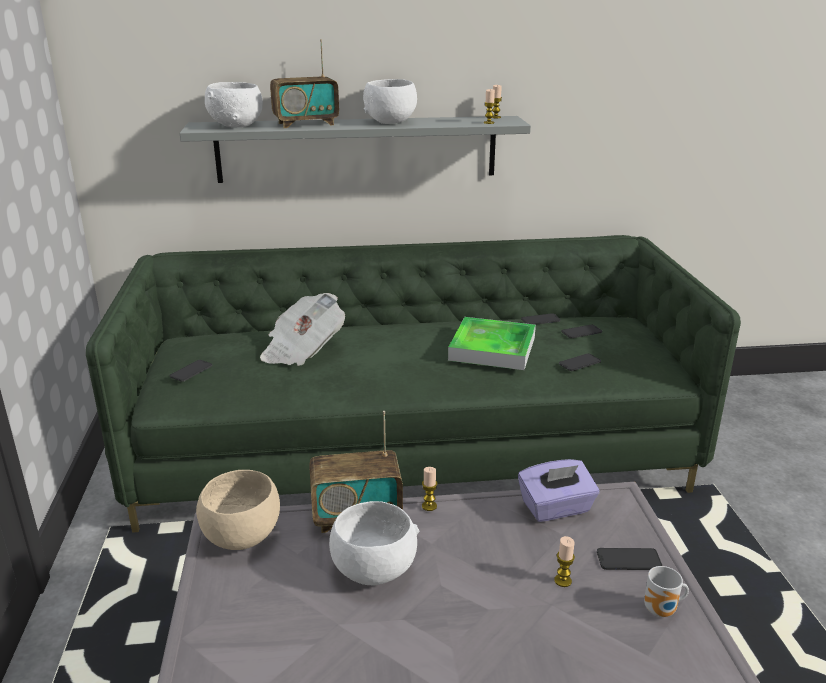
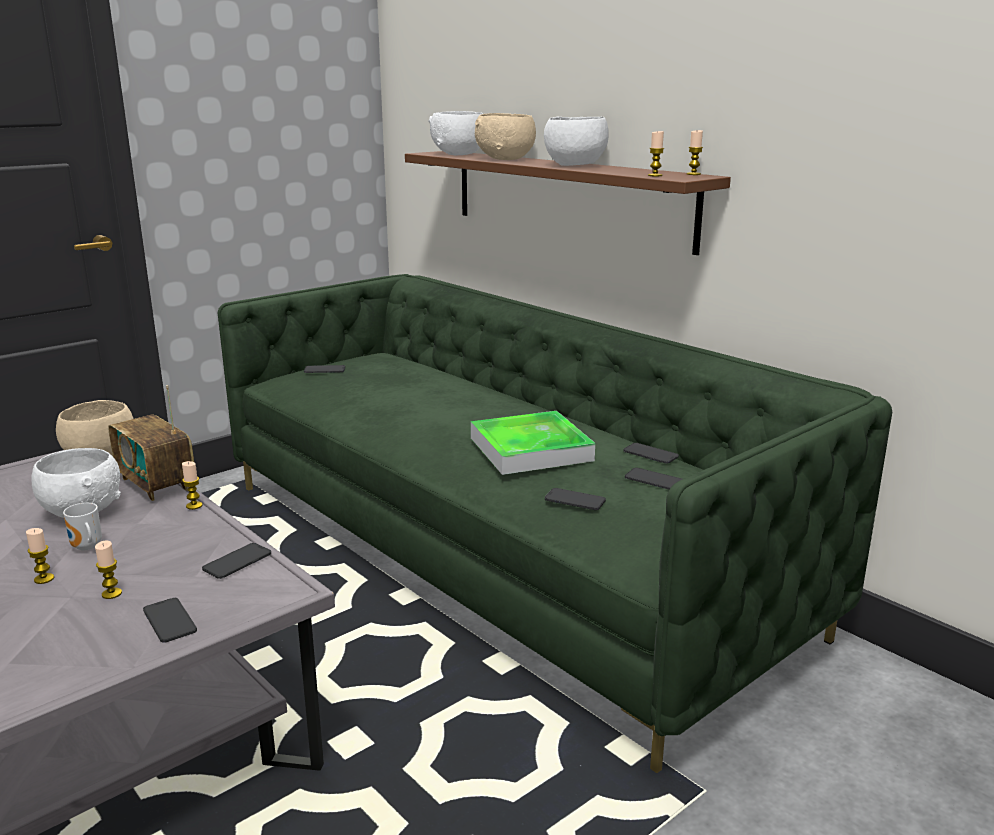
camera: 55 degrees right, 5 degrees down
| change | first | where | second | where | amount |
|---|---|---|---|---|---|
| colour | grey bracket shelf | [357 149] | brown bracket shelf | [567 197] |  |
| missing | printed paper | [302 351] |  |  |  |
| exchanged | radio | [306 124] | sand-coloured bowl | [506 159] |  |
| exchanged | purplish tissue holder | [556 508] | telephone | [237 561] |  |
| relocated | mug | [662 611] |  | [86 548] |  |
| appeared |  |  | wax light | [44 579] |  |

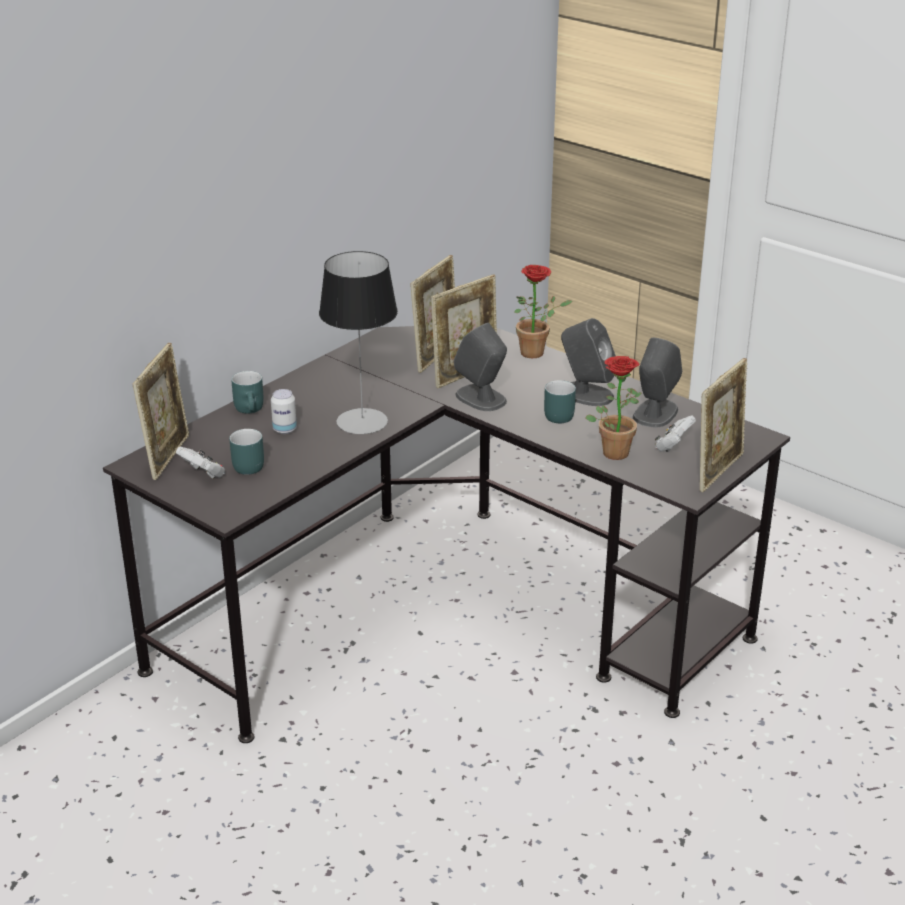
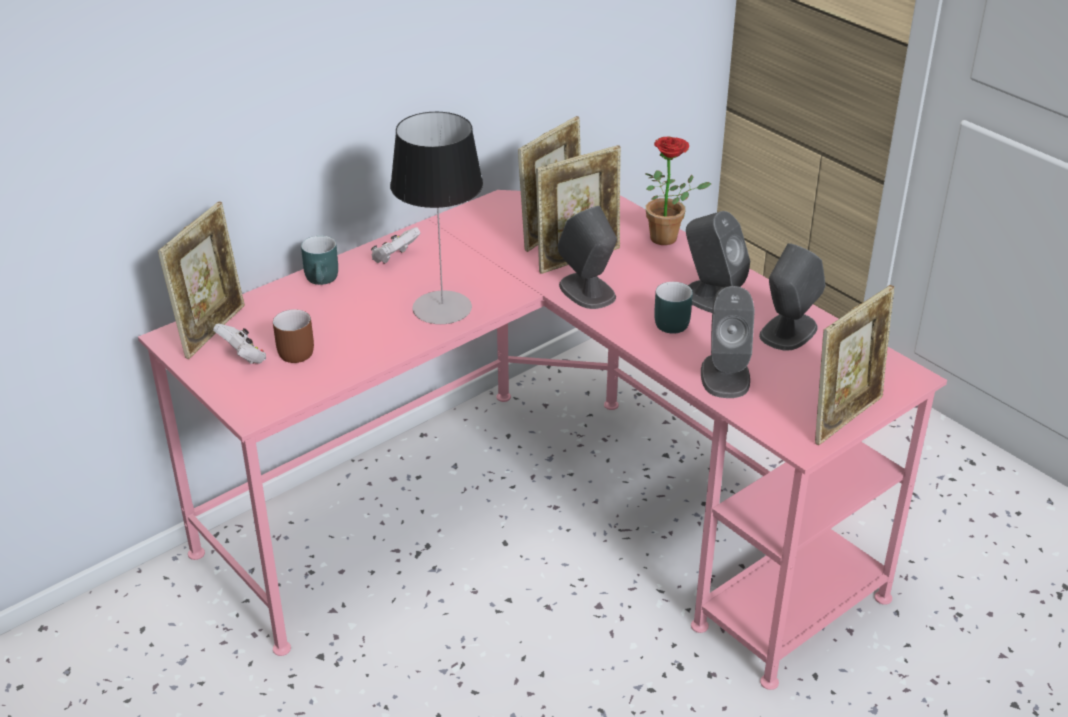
camera: 10 degrees right, 5 degrees up
| change | first | where | second | where | amount |
|---|---|---|---|---|---|
| colour | black desk | [446 612] | pinkish desk | [540 520] |  |
| colour | turquoise mug | [246 464] | brown mug | [294 350] |  |
| missing | sealed can | [284 429] |  |  |  |
| exchanged | plant in a pot | [613 450] | grey audio speaker | [725 375] |  |
| relocated | white-coloured gamepad | [673 446] |  | [395 258] |  |

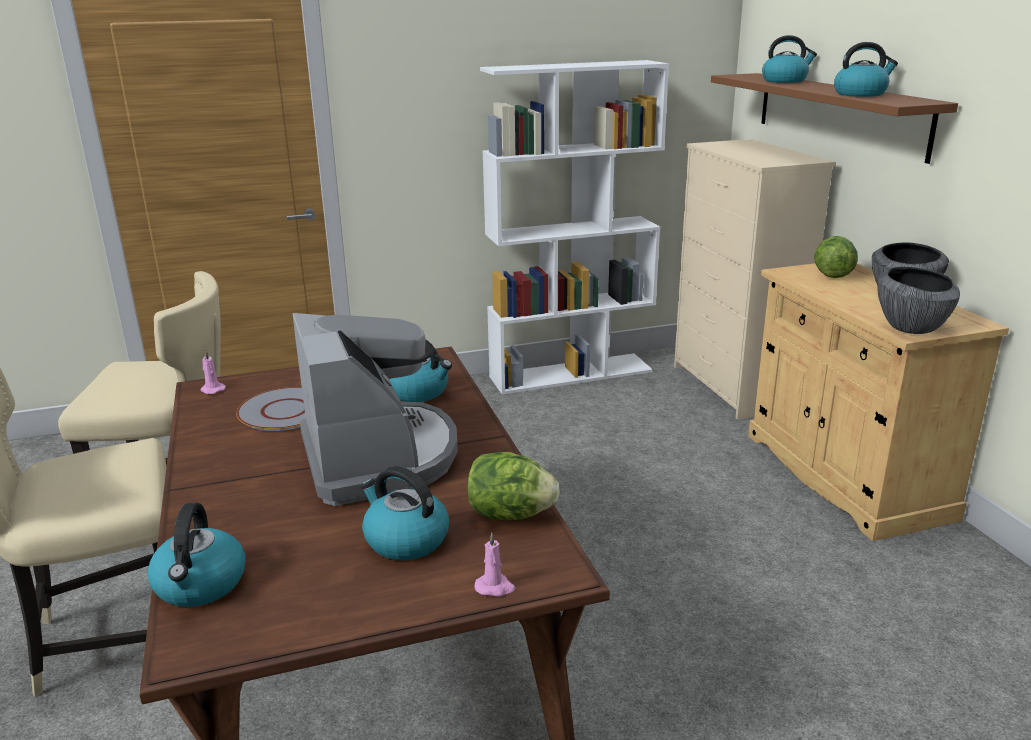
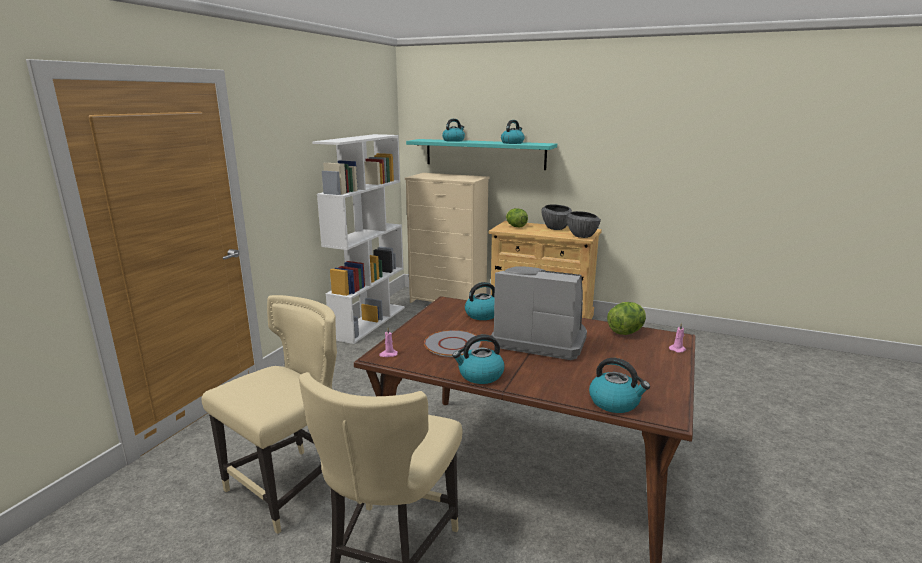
camera: 50 degrees left, 5 degrees down
| change | first | where | second | where | amount |
|---|---|---|---|---|---|
| relocated | tea kettle | [405 540] |  | [480 375] |  |
| colour | brown bracket shelf | [838 113] | turquoise bracket shelf | [484 154] |  |

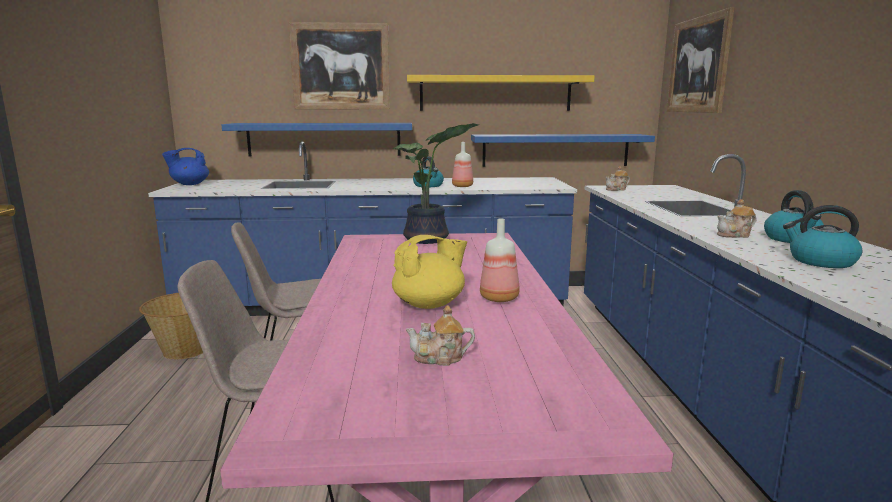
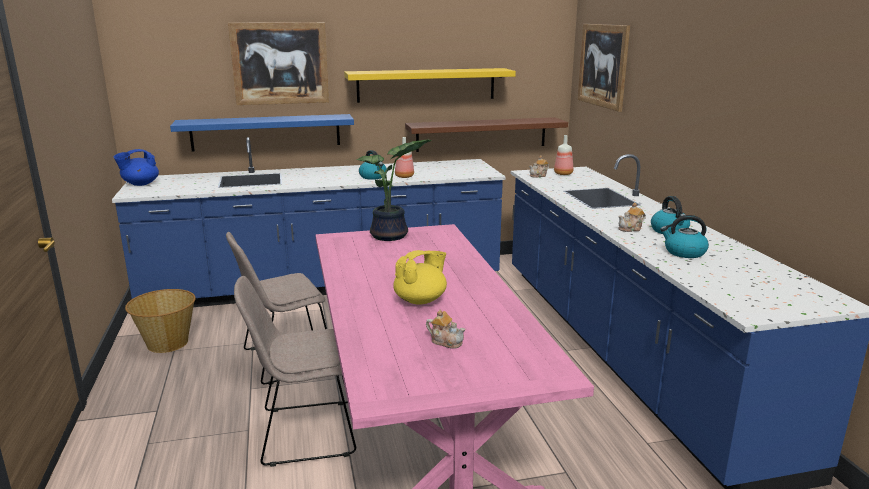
camera: 10 degrees left, 5 degrees up
| change | first | where | second | where | amount |
|---|---|---|---|---|---|
| spun | teapot | [440 358] |  | [446 341] | 135 degrees counterclockwise |
| colour | bluish bracket shelf | [555 150] | brown bracket shelf | [481 134] |  |
| relocated | drink bottle | [500 298] |  | [563 174] |  |

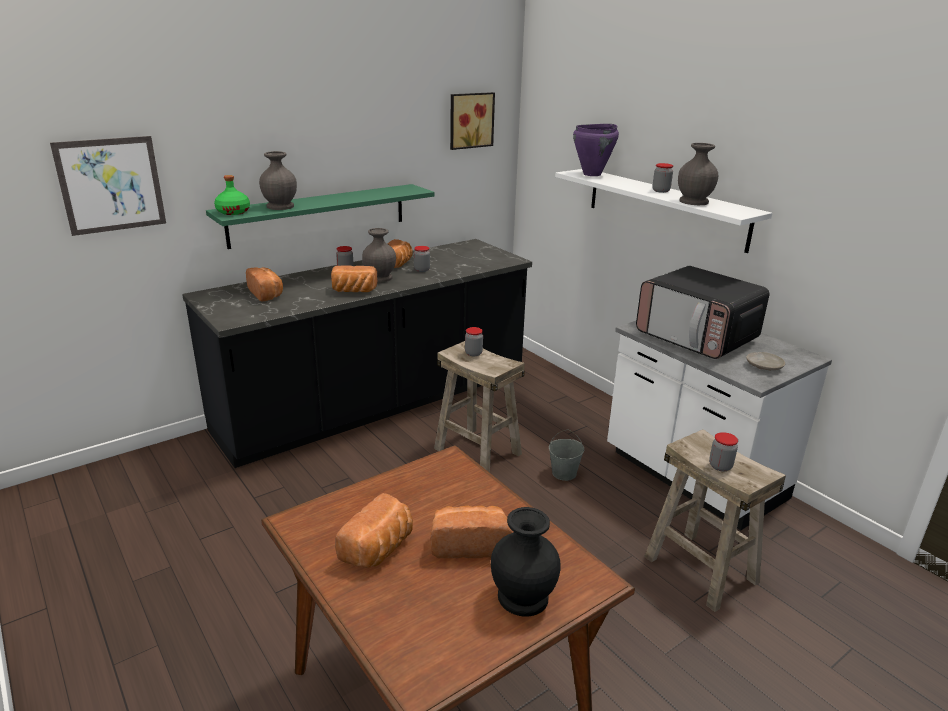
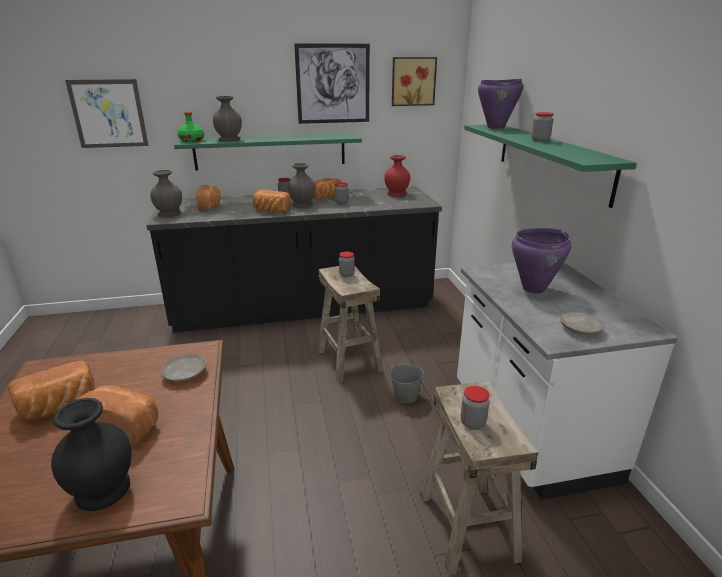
camera: 25 degrees right, 0 degrees up
| change | first | where | second | where | amount |
|---|---|---|---|---|---|
| colour | white-coloured bracket shelf | [665 208] | green bracket shelf | [551 160] |  |
| exchanged | microwave | [697 337] | purplish stockpot | [534 289] |  |
| relocated | grey vase | [693 202] |  | [169 214] |  |
| appeared |  |  | sand-coloured dinner plate | [184 374] |  |
| appeared |  |  | wall picture | [333 84] |  |
| appeared |  |  | reddish vase | [396 193] |  |

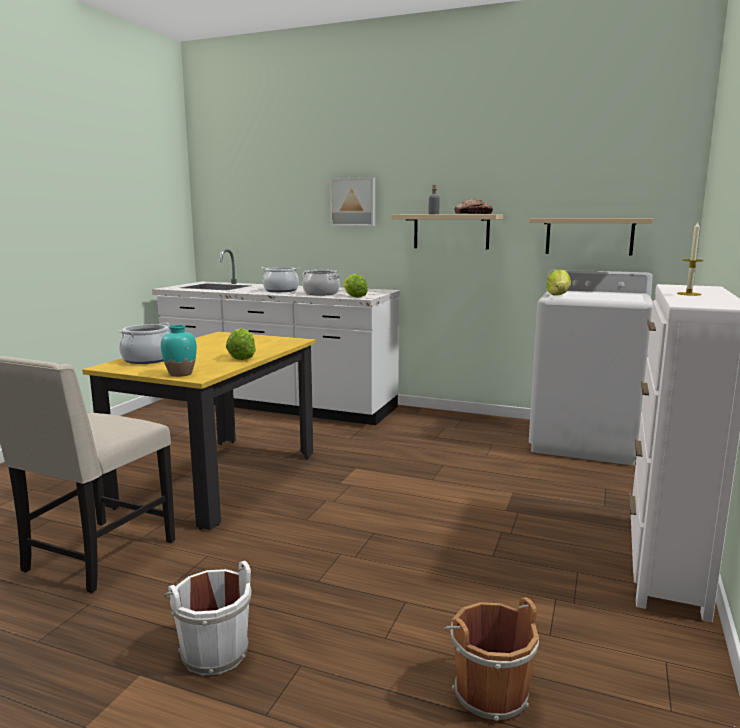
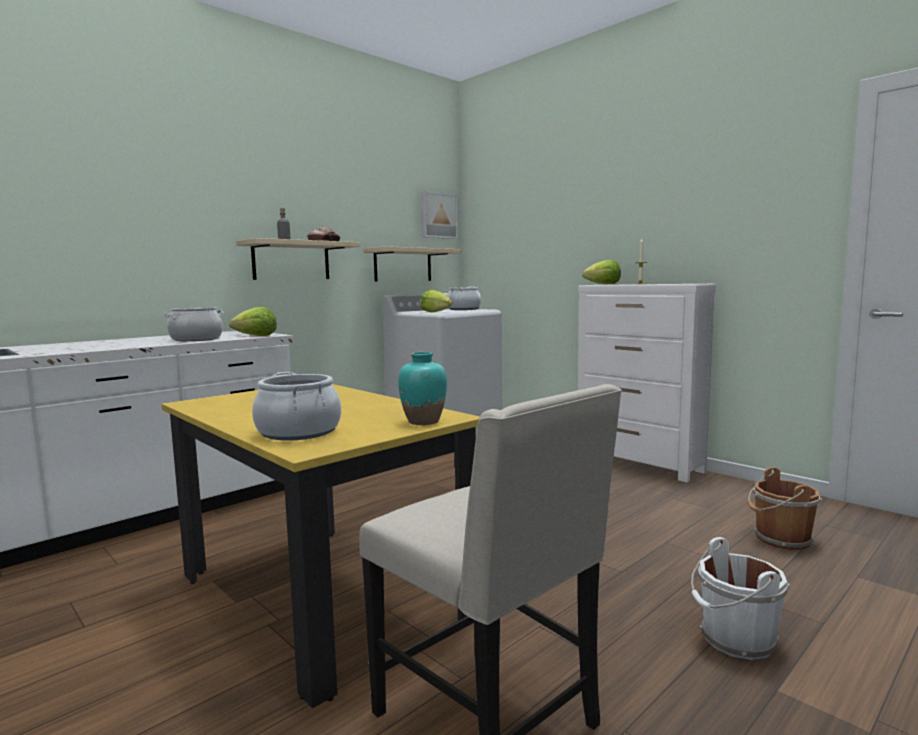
camera: 65 degrees left, 5 degrees down
| change | first | where | second | where | amount |
|---|---|---|---|---|---|
| relocated | head of lettuce | [242 357] |  | [603 284] |  |
| relocated | stockpot | [281 290] |  | [463 309] |  |
| relocated | wall picture | [353 202] |  | [437 216] |  |

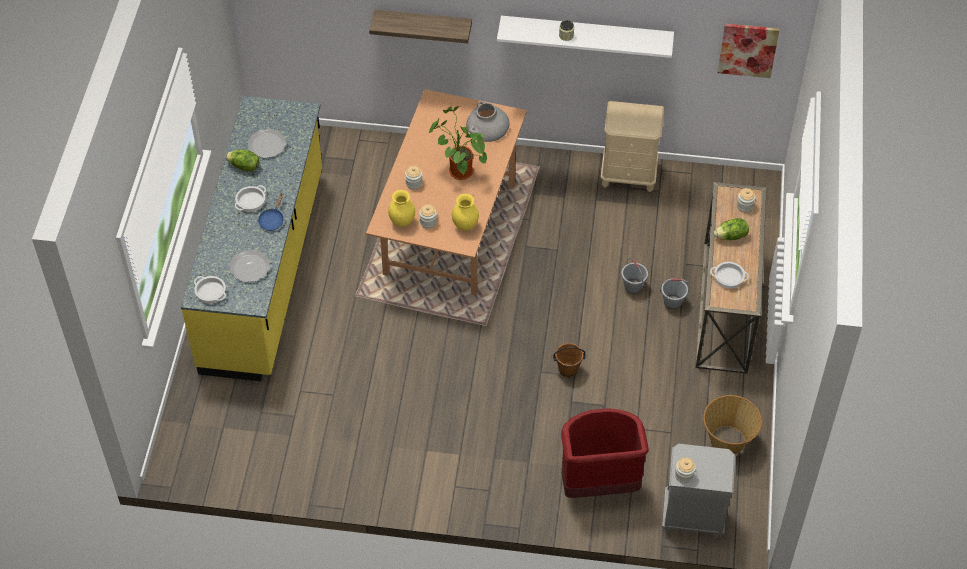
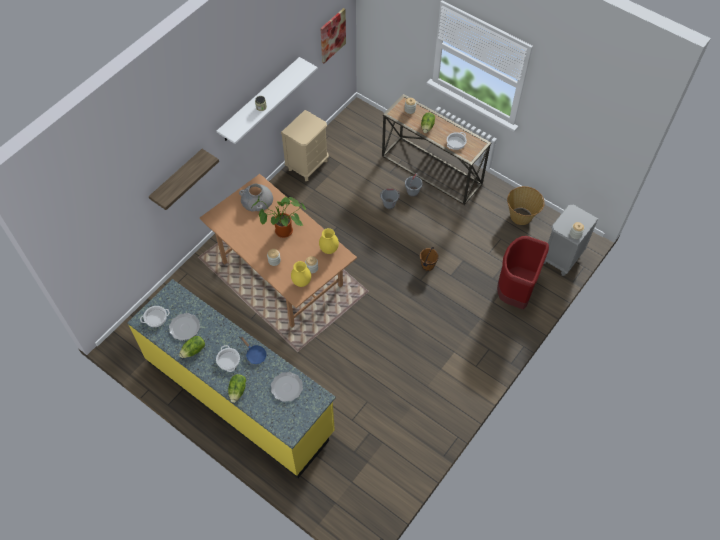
camera: 60 degrees left, 5 degrees up
| change | first | where | second | where | amount |
|---|---|---|---|---|---|
| relocated | stockpot | [211 292] |  | [156 317] |  |
| appeared |  |  | head of lettuce | [238 390] |  |

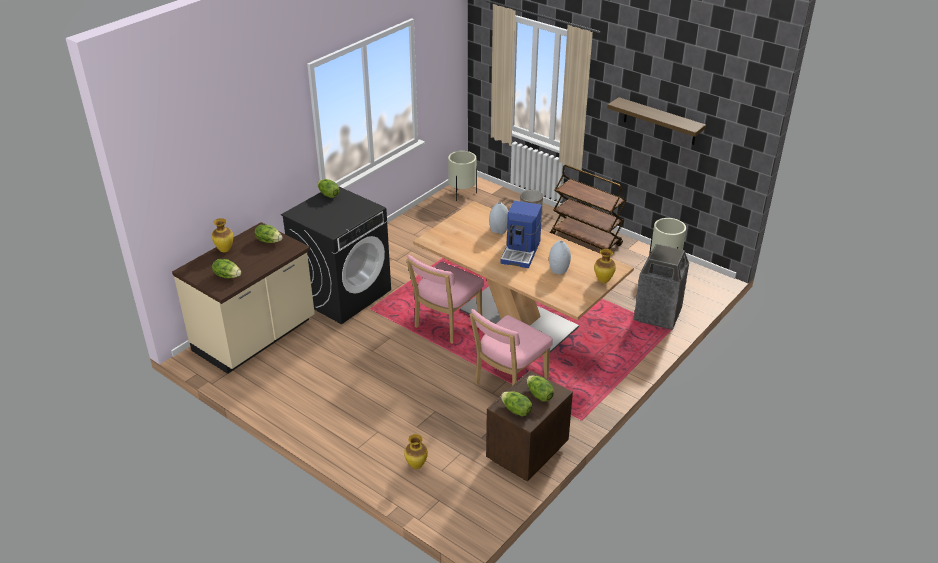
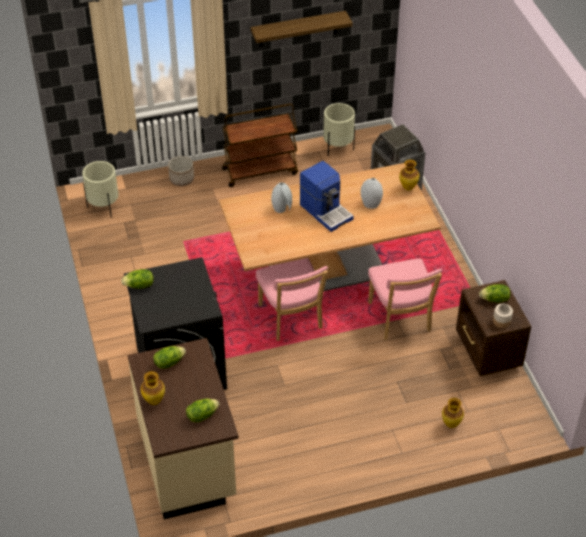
camera: 55 degrees left, 10 degrees up
| change | first | where | second | where | amount |
|---|---|---|---|---|---|
| exchanged | head of lettuce | [516 410] | preserve jar | [502 321] |  |

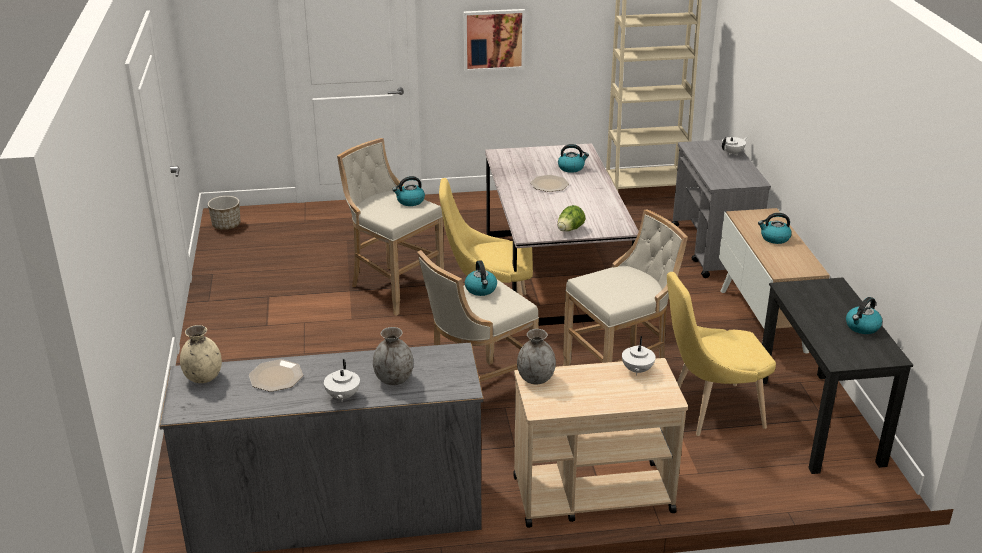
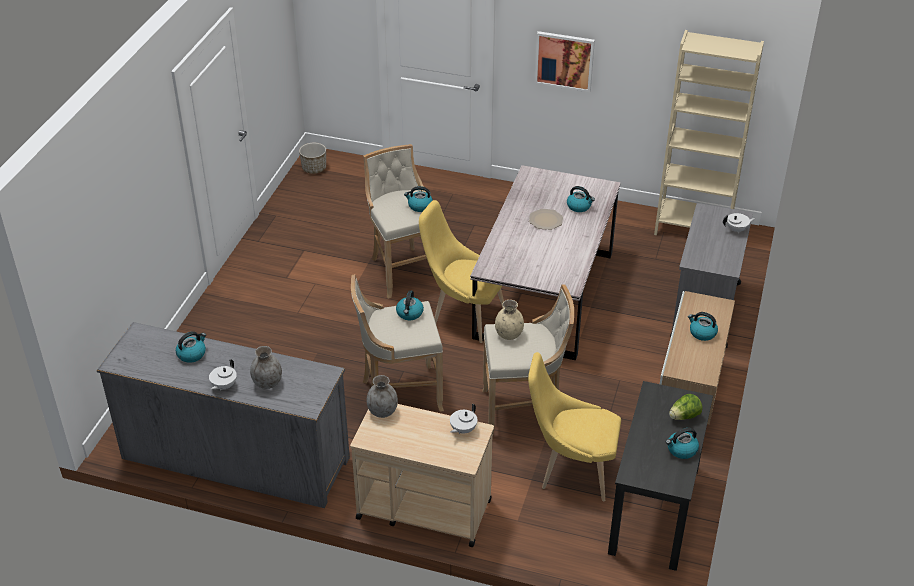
camera: 25 degrees right, 10 degrees up
| change | first | where | second | where | amount |
|---|---|---|---|---|---|
| relocated | sand-coloured vase | [203 377] |  | [508 334] |  |
| exchanged | dinner plate | [275 377] | tea kettle | [192 354] |  |
| relocated | head of lettuce | [569 230] |  | [684 416] |  |

